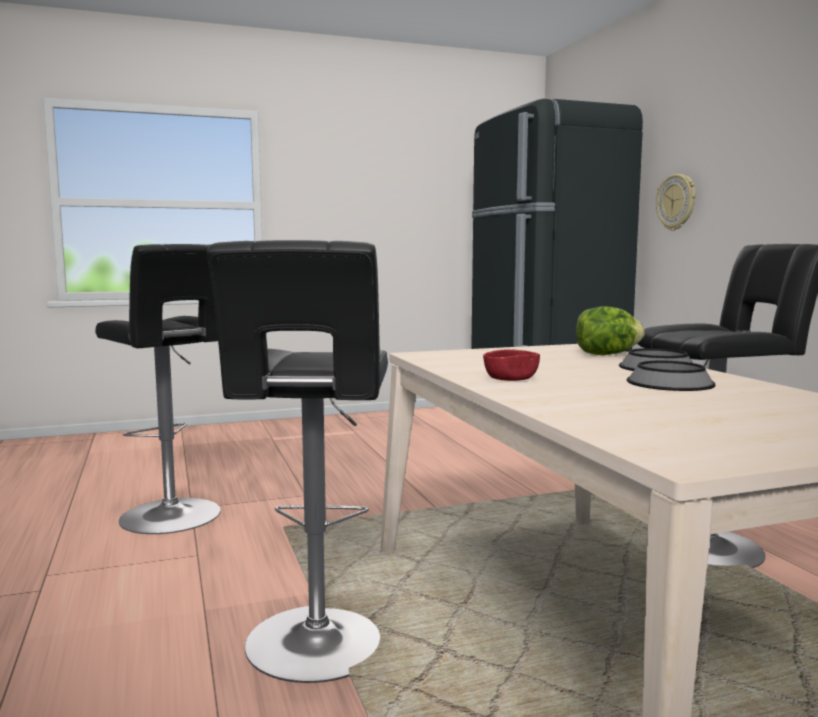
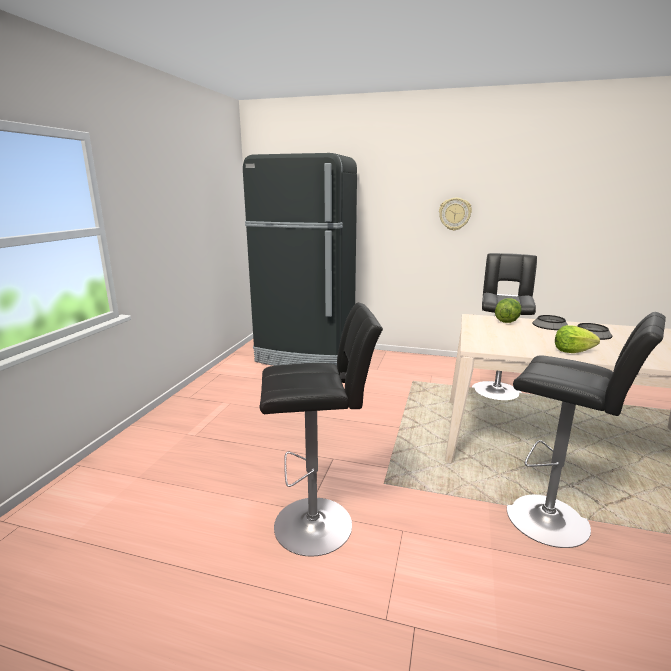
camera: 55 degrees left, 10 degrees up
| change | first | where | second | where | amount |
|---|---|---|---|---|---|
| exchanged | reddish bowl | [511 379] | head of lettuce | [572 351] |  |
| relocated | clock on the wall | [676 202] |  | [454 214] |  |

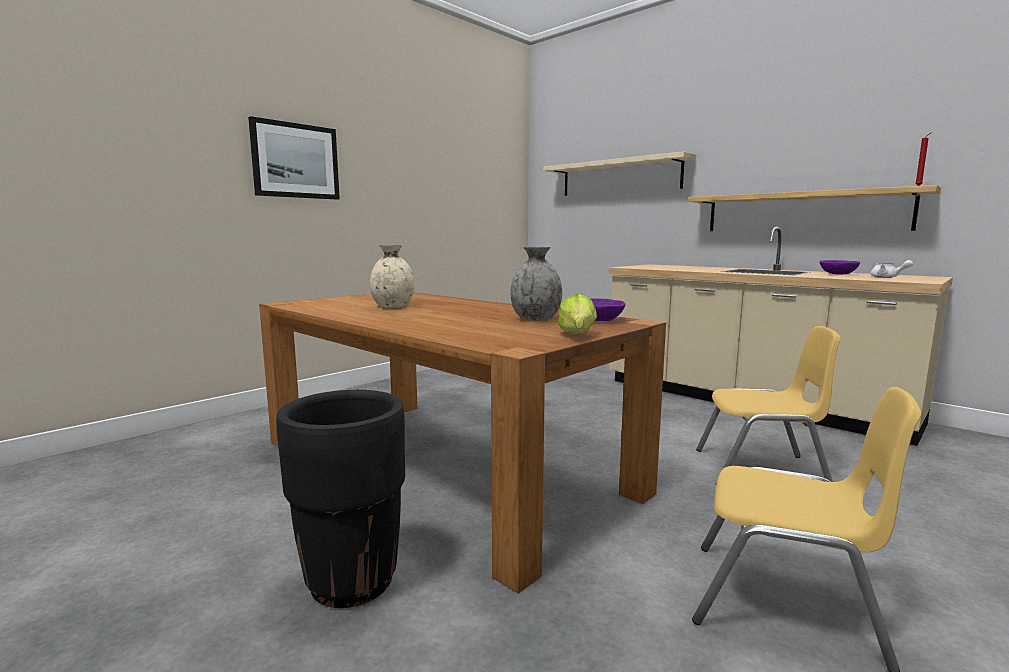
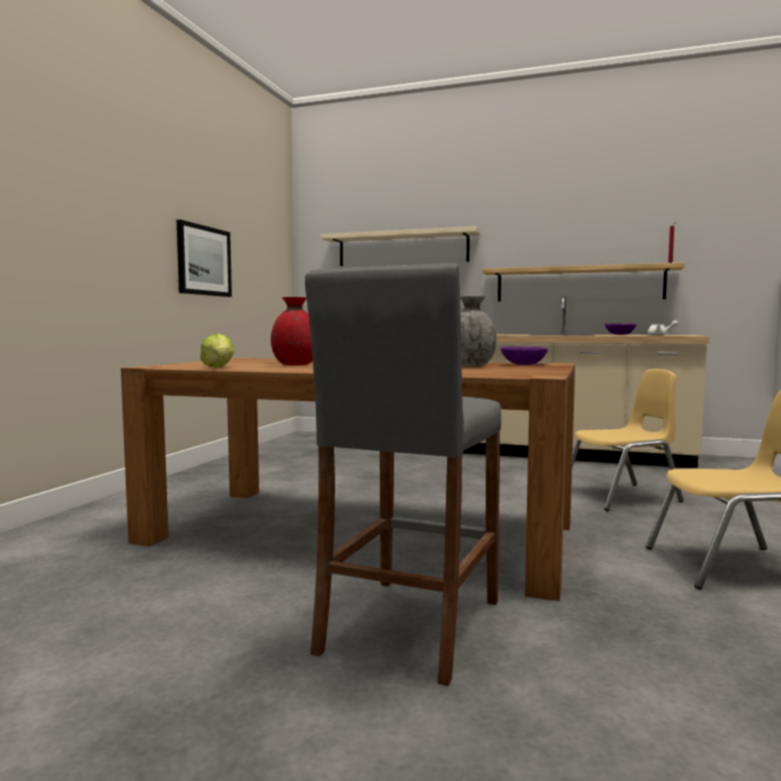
camera: 25 degrees left, 5 degrees down
| change | first | where | second | where | amount |
|---|---|---|---|---|---|
| relocated | wall picture | [295 161] |  | [204 261] |  |
| exchanged | black planter | [351 582] | grey stool | [410 626] |  |
| colour | sand-coloured vase | [393 307] | reddish vase | [295 365] |  |
| relocated | head of lettuce | [576 337] |  | [217 368] |  |

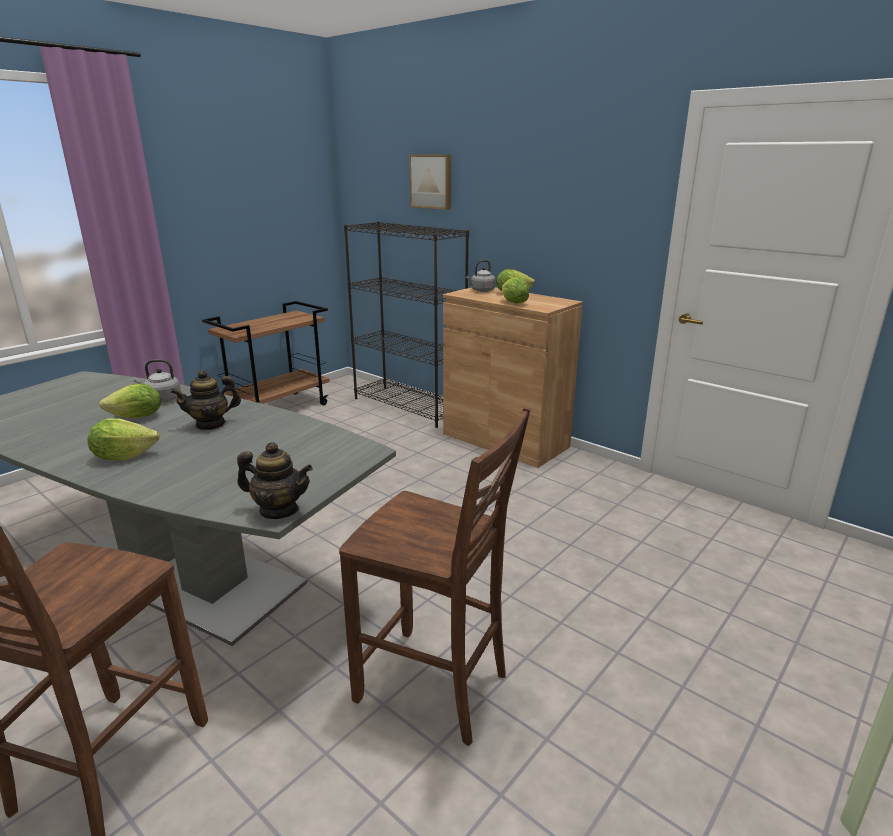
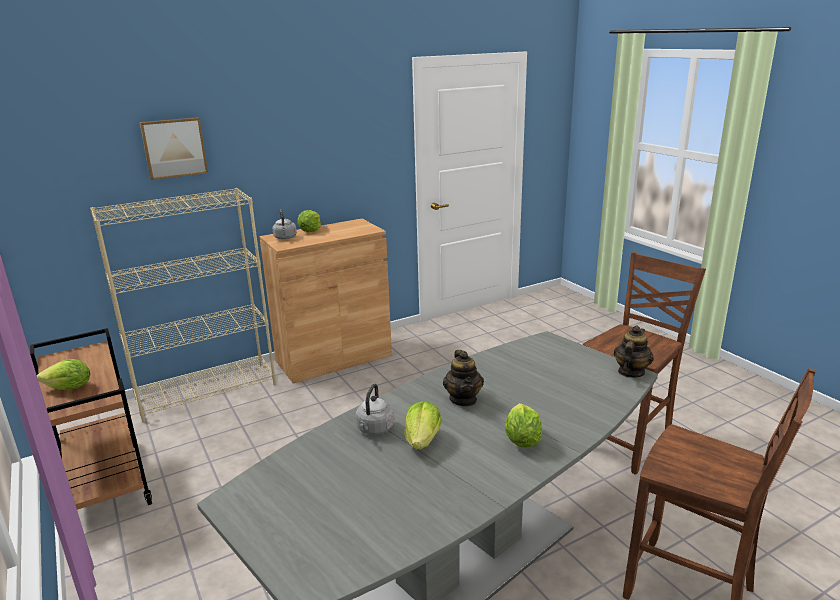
camera: 70 degrees left, 0 degrees up
| change | first | where | second | where | amount |
|---|---|---|---|---|---|
| colour | black shelving unit | [409 406] | sand-coloured shelving unit | [207 391] |  |
| relocated | head of lettuce | [513 303] |  | [69 388] |  |

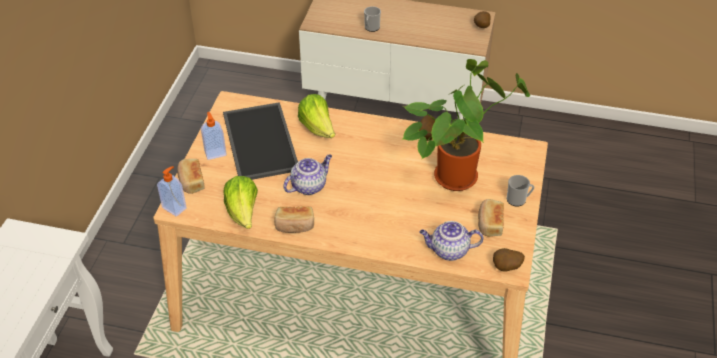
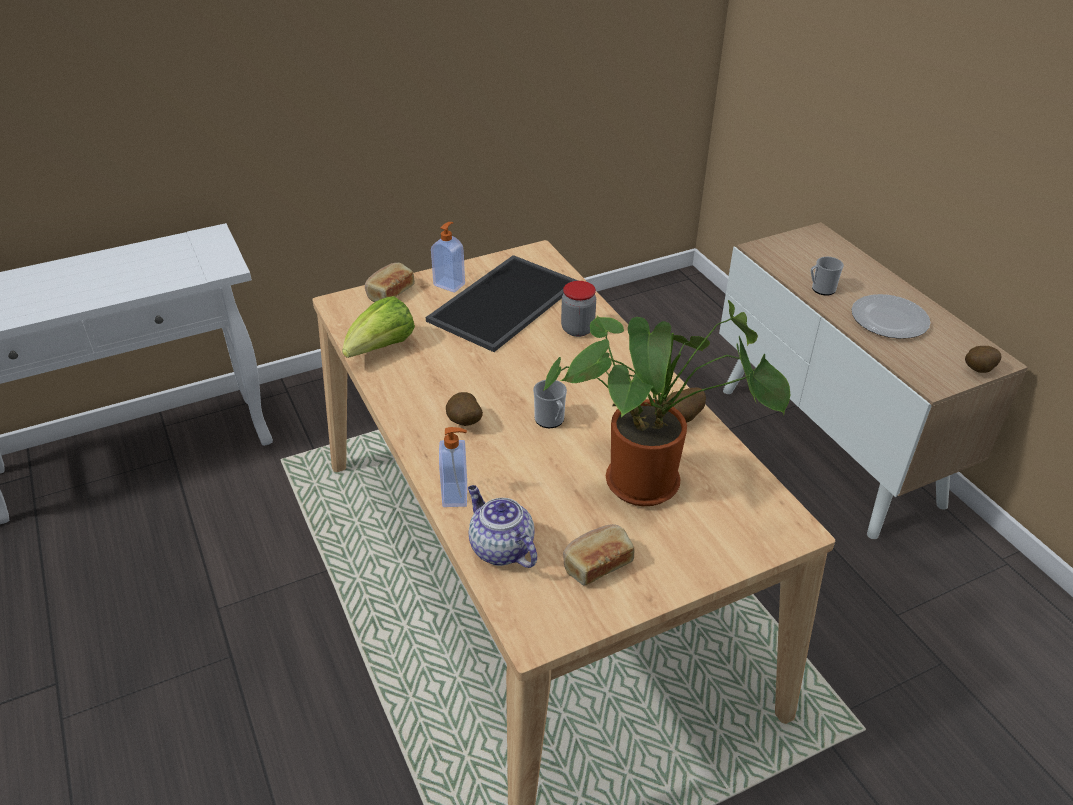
camera: 50 degrees right, 5 degrees down
| change | first | where | second | where | amount |
|---|---|---|---|---|---|
| relocated | liquid soap bottle | [175 207] |  | [456 495] |  |
| missing | baked bread | [295 225] |  |  |  |
| missing | teapot | [309 186] |  |  |  |
| exchanged | head of lettuce | [318 128] | preserve jar | [577 329] |  |
| relocated | potato | [506 268] |  | [464 423] |  |
| relocated | mug | [518 200] |  | [551 421] |  |
| appeared |  |  | dinner plate | [888 319] |  |

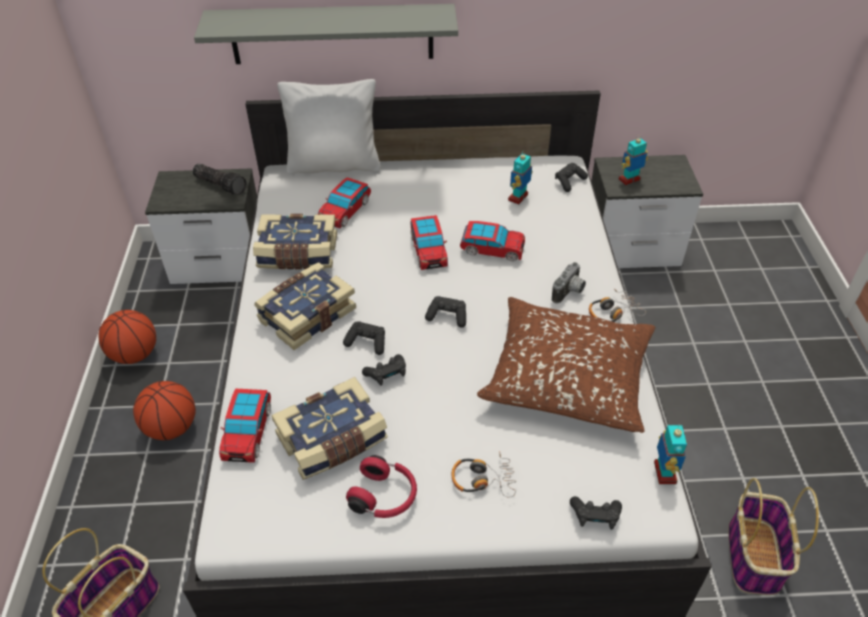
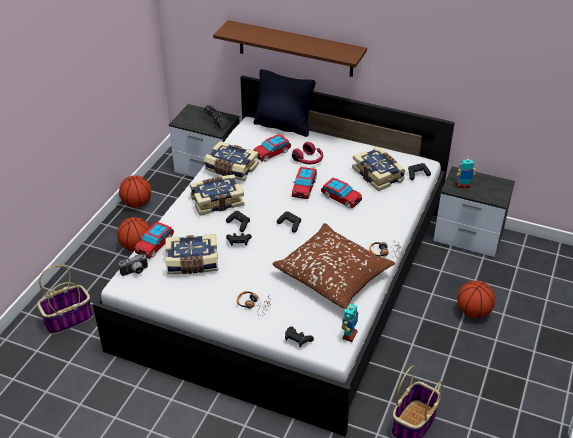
camera: 25 degrees right, 5 degrees down
| change | first | where | second | where | amount |
|---|---|---|---|---|---|
| colour | grey bracket shelf | [332 34] | brown bracket shelf | [295 49] |  |
| colour | white-coloured cushion | [334 165] | black cushion | [283 126] |  |
| relocated | reddish headphones | [385 496] |  | [308 160] |  |
| exchanged | model robot | [518 198] | bound book | [378 175] |  |
| relocated | photo camera | [569 293] |  | [135 272] |  |
| appeared |  |  | basketball | [473 312] |  |

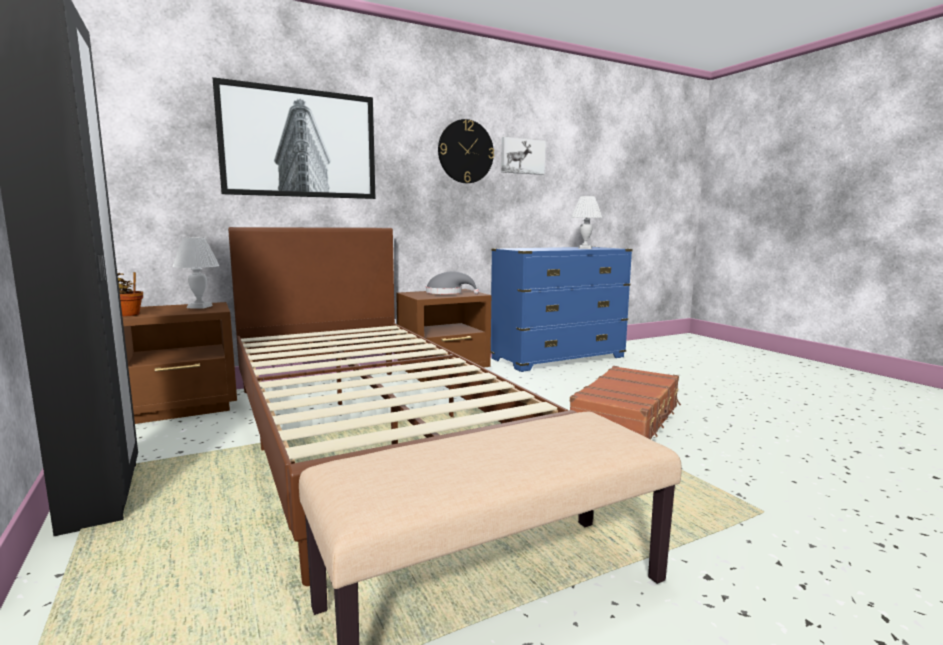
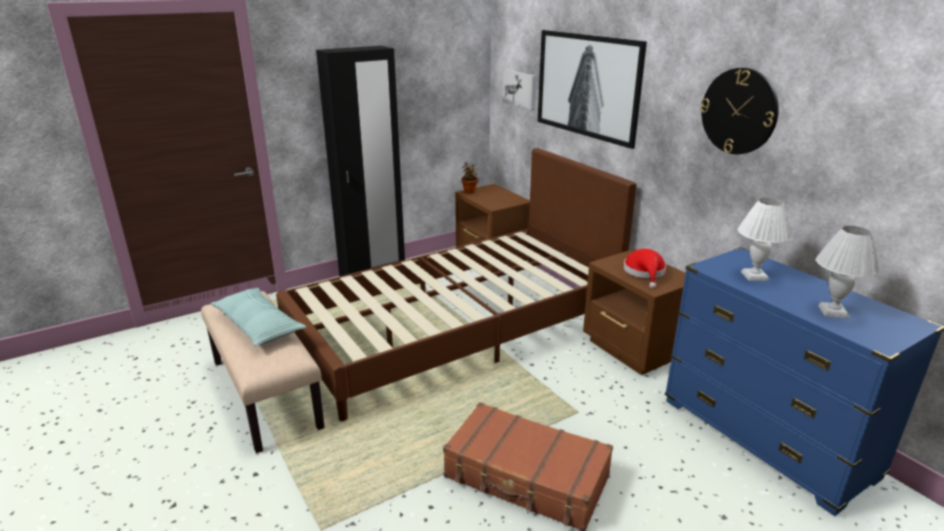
camera: 85 degrees right, 15 degrees up
| change | first | where | second | where | amount |
|---|---|---|---|---|---|
| relocated | white-coloured lamp for a table | [200 307] |  | [755 276] |  |
| colour | grey hat | [447 293] | reddish hat | [645 272] |  |
| relocated | wall picture | [522 156] |  | [520 89] |  |
| appeared |  |  | cushion | [258 326] |  |

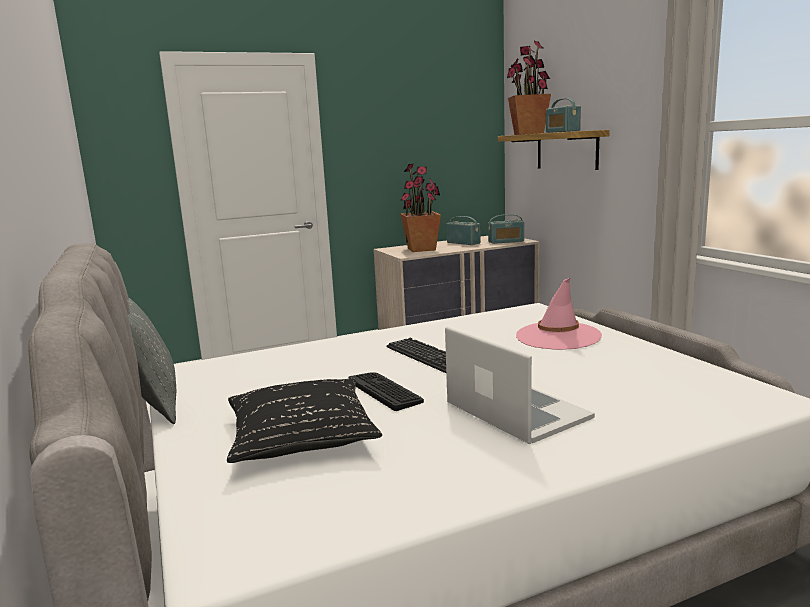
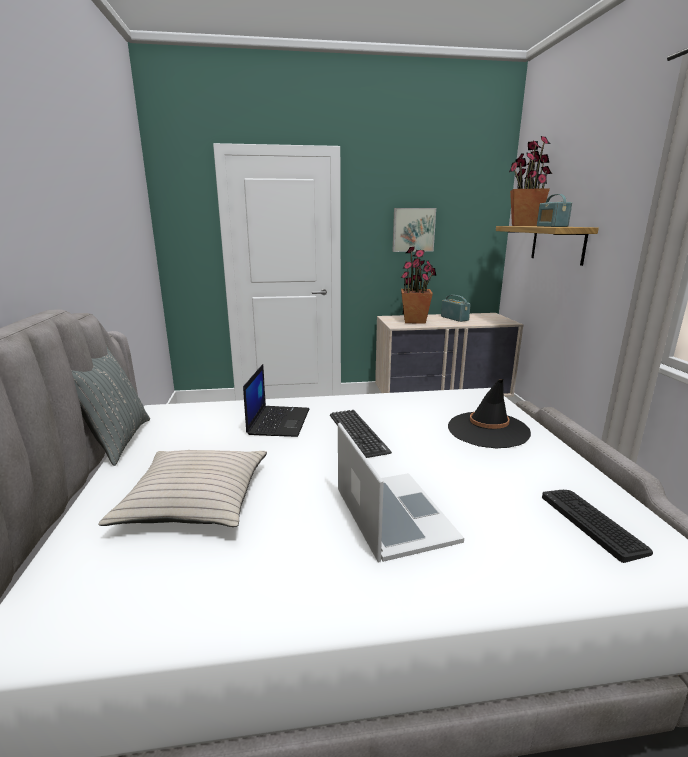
camera: 15 degrees right, 5 degrees up
| change | first | where | second | where | amount |
|---|---|---|---|---|---|
| colour | black cushion | [301 435] | sand-coloured cushion | [195 500] |  |
| relocated | PC keyboard | [385 391] |  | [592 523] |  |
| missing | radio | [506 241] |  |  |  |
| colour | pinkish hat | [558 336] | black hat | [488 430] |  |
| appeared |  |  | portable computer | [278 421] |  |
| appeared |  |  | wall picture | [413 230] |  |

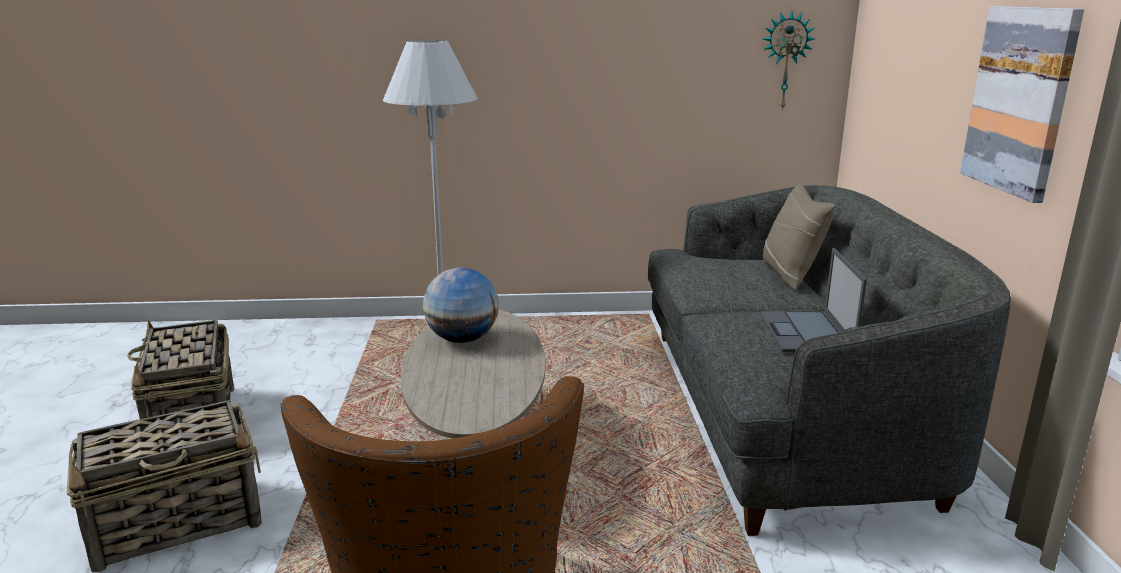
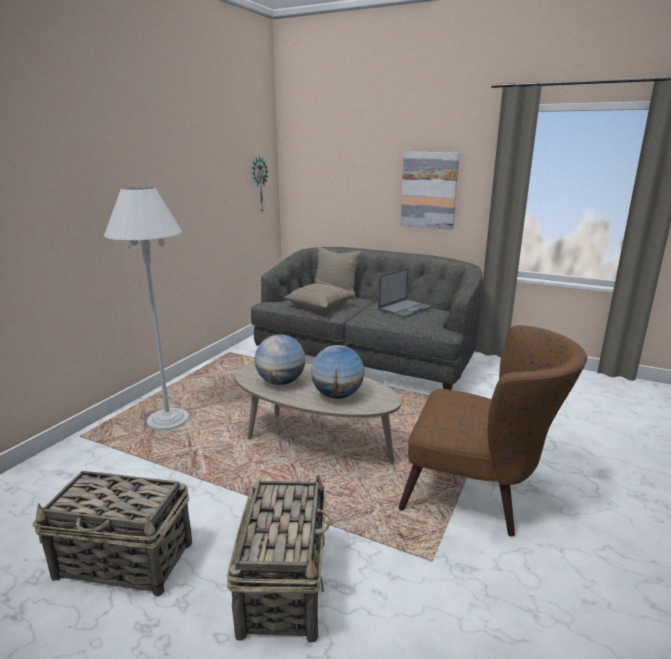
camera: 60 degrees left, 0 degrees up
| change | first | where | second | where | amount |
|---|---|---|---|---|---|
| spun | portable computer | [806 333] |  | [405 308] | 75 degrees counterclockwise |
| appeared |  |  | sand-coloured cushion | [320 305] |  |
| appeared |  |  | desk globe | [337 395] |  |

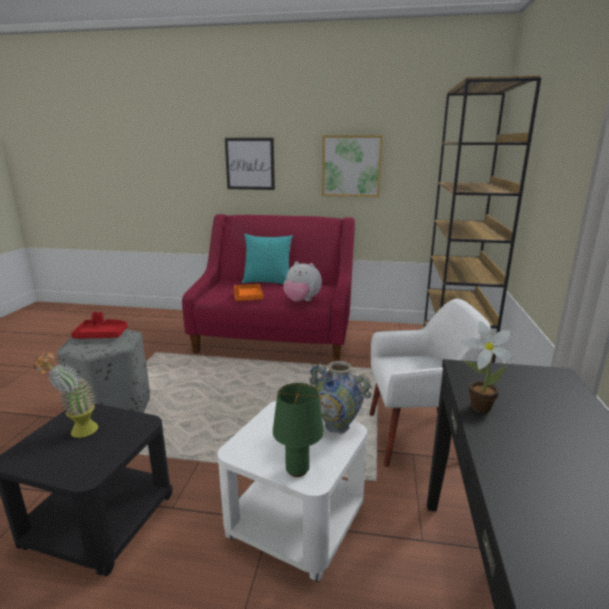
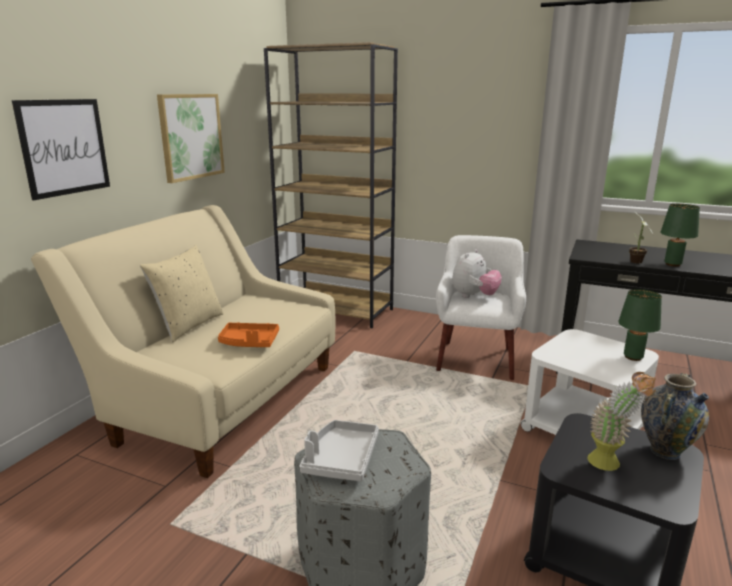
camera: 75 degrees left, 0 degrees up
| change | first | where | second | where | amount |
|---|---|---|---|---|---|
| colour | reddish serving tray | [102 335] | grey serving tray | [341 459] |  |
| colour | reddish couch | [275 337] | sand-coloured couch | [220 399] |  |
| colour | turquoise cushion | [267 282] | sand-coloured cushion | [189 325] |  |
| relocated | soft toy | [301 301] |  | [474 296] |  |
| relocated | vase | [337 426] |  | [665 451] |  |
| appeared |  |  | green lamp for a table | [672 264] |  |

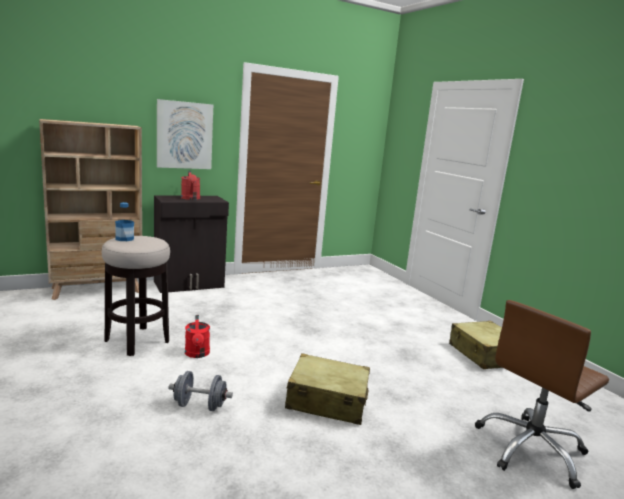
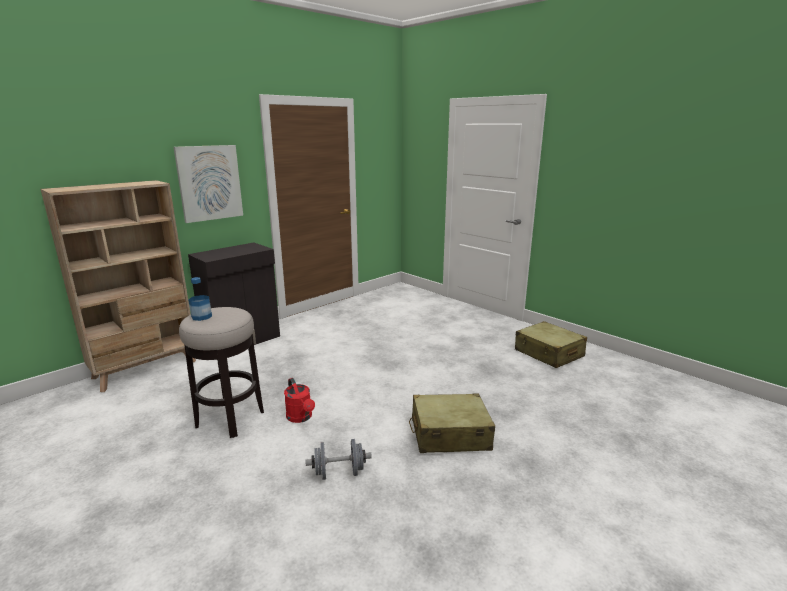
camera: 15 degrees left, 5 degrees up
| change | first | where | second | where | amount |
|---|---|---|---|---|---|
| missing | reddish watering pot | [191 198] |  |  |  |
| missing | brown office chair | [531 449] |  |  |  |

